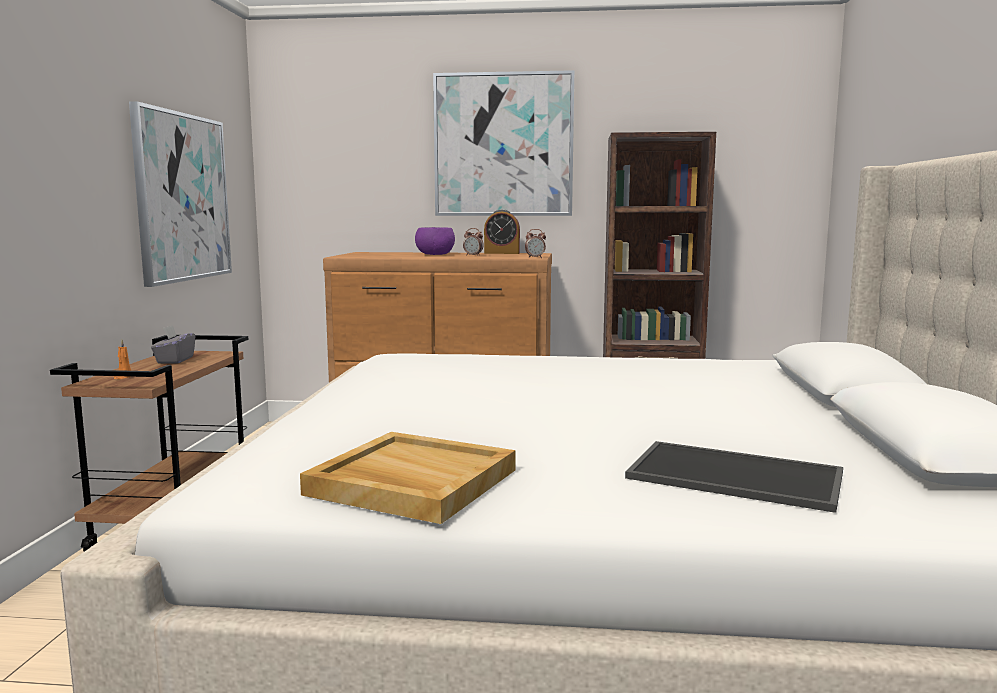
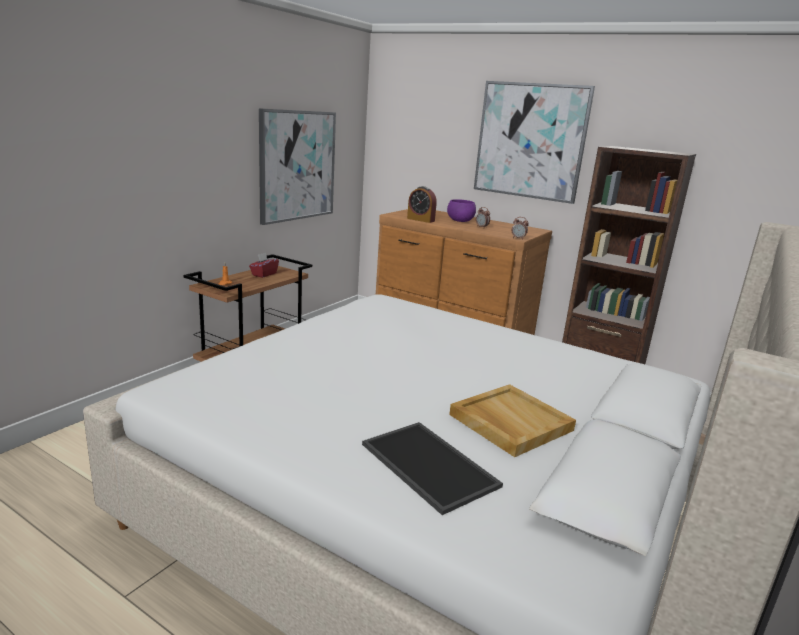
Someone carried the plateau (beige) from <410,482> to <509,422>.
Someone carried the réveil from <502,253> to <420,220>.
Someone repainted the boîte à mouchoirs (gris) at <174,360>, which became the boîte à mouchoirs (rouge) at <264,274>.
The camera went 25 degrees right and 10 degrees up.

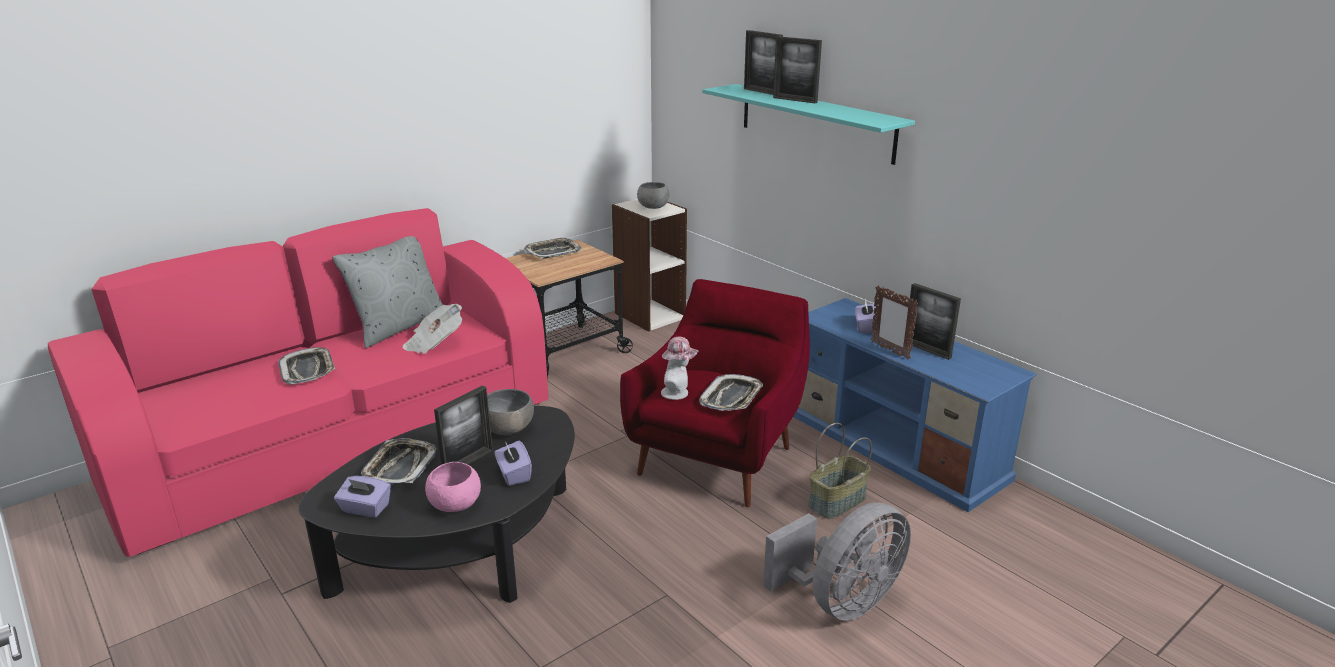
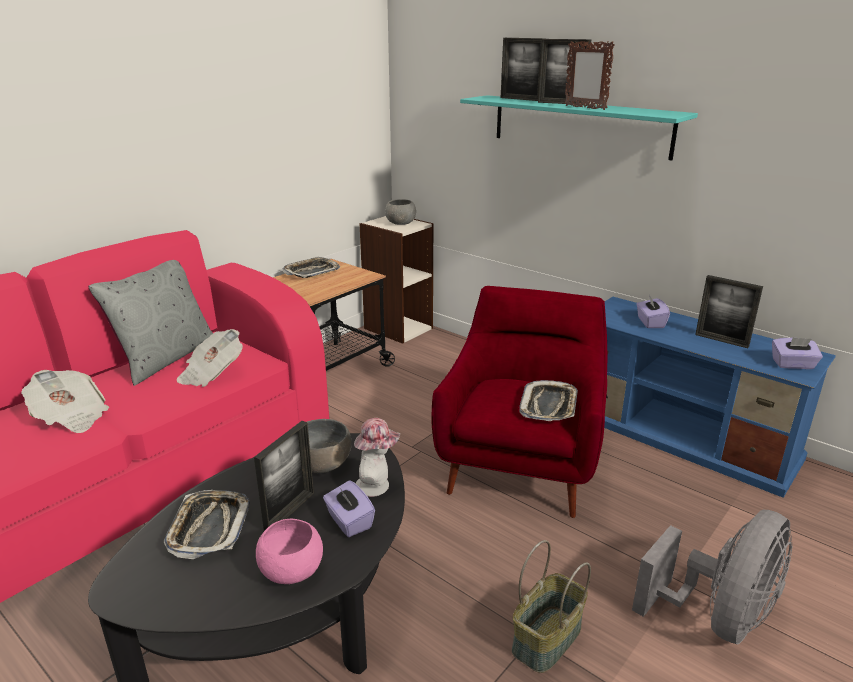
Someone carried the boîte à mouchoirs (violet) from <365,509> to <793,364>.
Someone carried the chapeau from <678,393> to <377,485>.
Someone carried the panier from <837,502> to <547,640>.
Someone carried the cadre photo from <890,350> to <584,108>.
Someone swapped the plateau at <308,370> for the journal at <71,417>.
The camera went 10 degrees left and 0 degrees up.

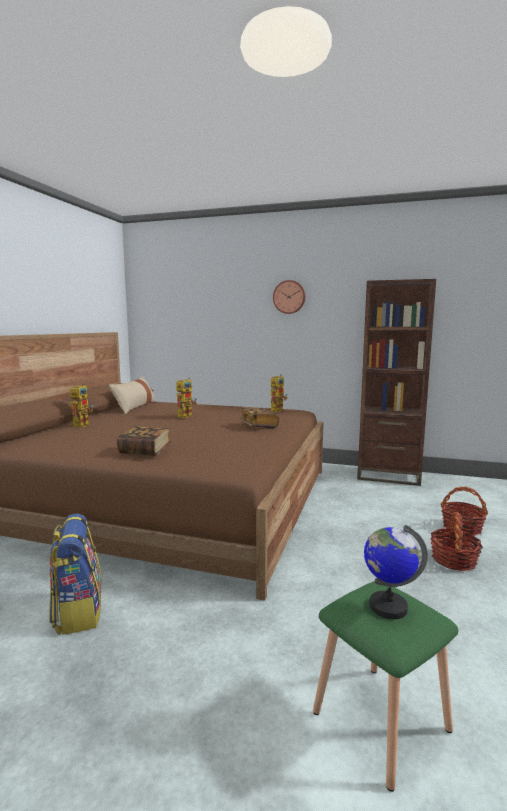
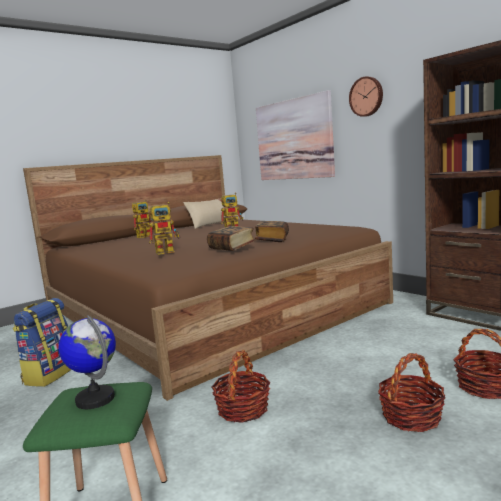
Someone put down the panier at <243,409>.
Someone put up the tableau at <294,139>.
Someone carried the livre from <145,451> to <232,248>.
Someone carried the robot jouet from <277,410> to <169,251>.
The camera went 35 degrees right and 0 degrees up.

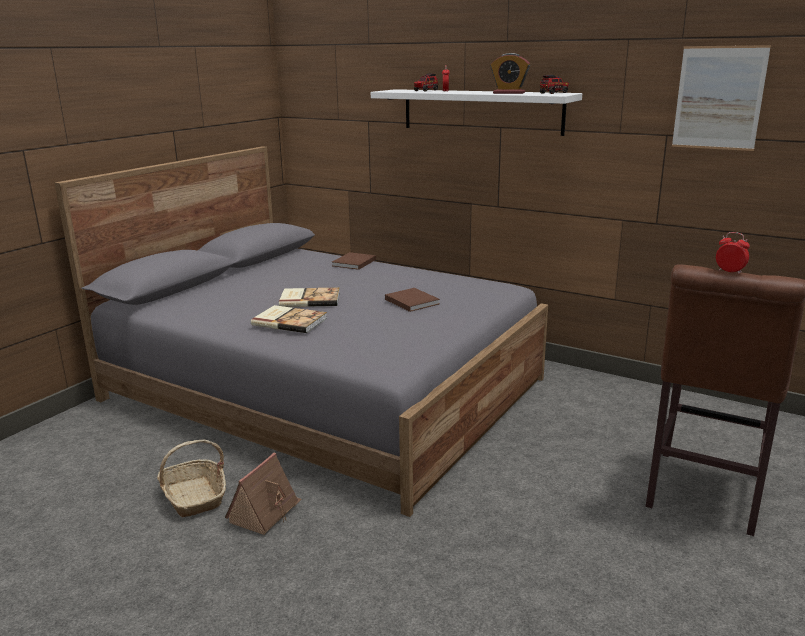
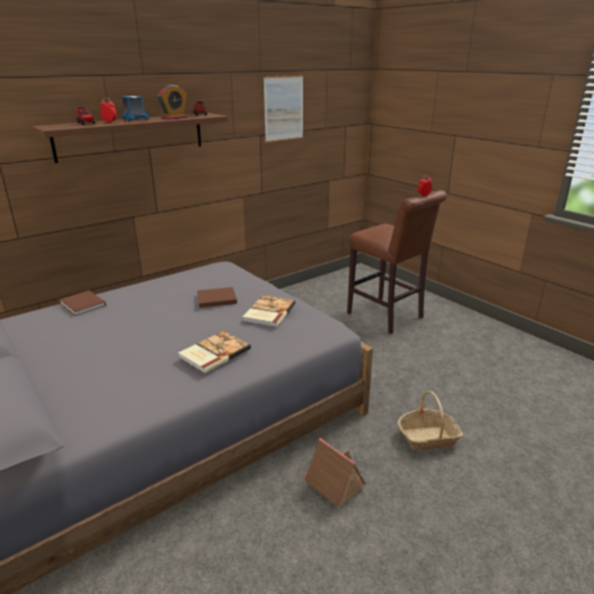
Someone put down the camion jouet at <135,120>.
Someone carried the panier from <194,497> to <428,438>.
Someone carried the livre from <309,299> to <268,312>.
Someone repainted the étagère (blanc) at <481,111>, which became the étagère (marron) at <131,136>.
The camera went 70 degrees left and 5 degrees up.

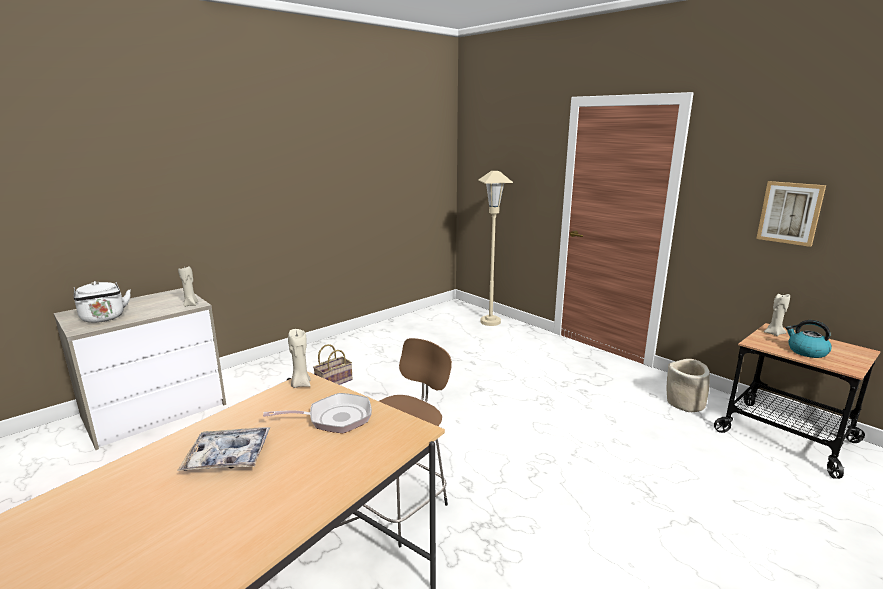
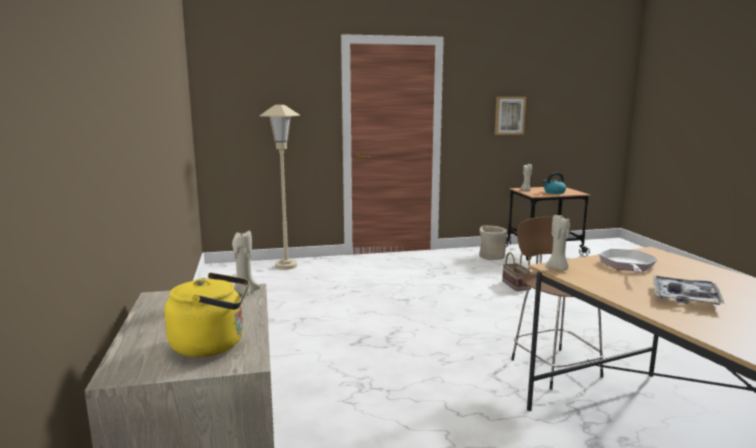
Someone carried the panier from <334,381> to <515,285>.
Someone repainted the bouilloire (blanc) at <104,318>, which became the bouilloire (jaune) at <213,345>.
The camera went 60 degrees left and 5 degrees down.

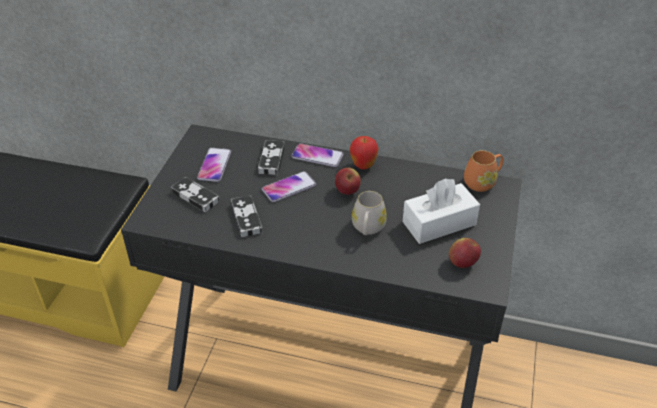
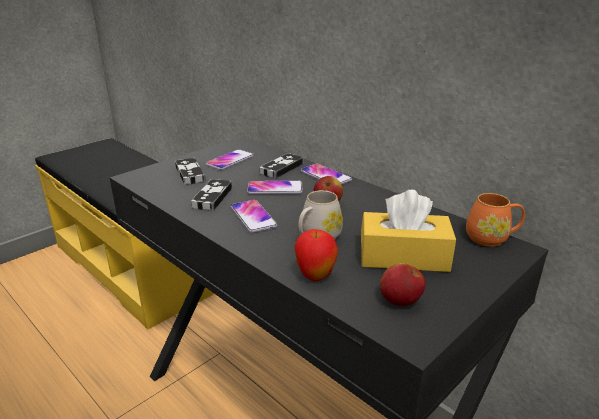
Someone put down the téléphone at <253,217>.
Someone carried the pomme from <363,166> to <315,276>.
Someone repainted the boîte à mouchoirs (blanc) at <439,223>, which became the boîte à mouchoirs (jaune) at <403,257>.
The camera went 30 degrees right and 15 degrees down.

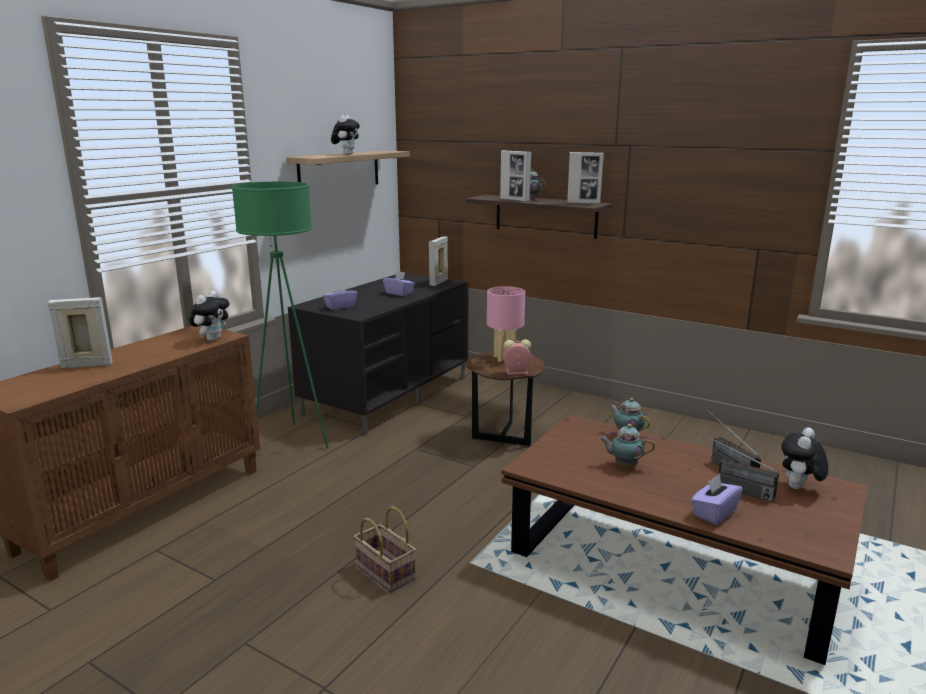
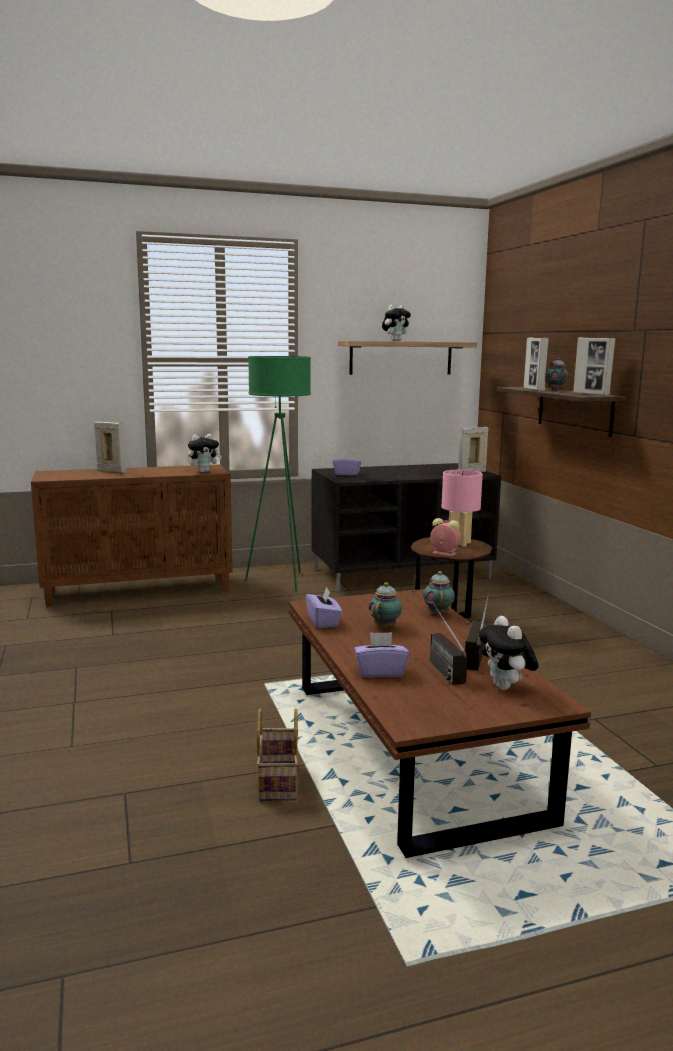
Someone carried the panier from <383,572> to <277,780>.
Someone carried the boîte à mouchoirs (violet) from <399,293> to <323,622>.
Someone rotated the théière at <624,465> by 60 degrees clockwise.
Someone rotated the peluche at <799,488> by 90 degrees counterclockwise.
The camera went 40 degrees right and 5 degrees down.

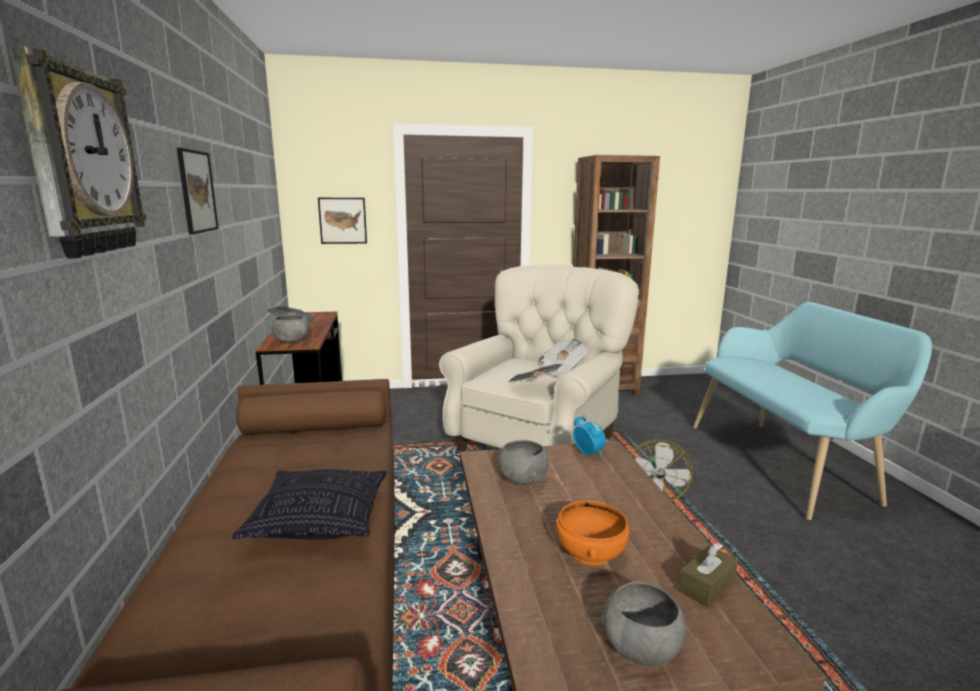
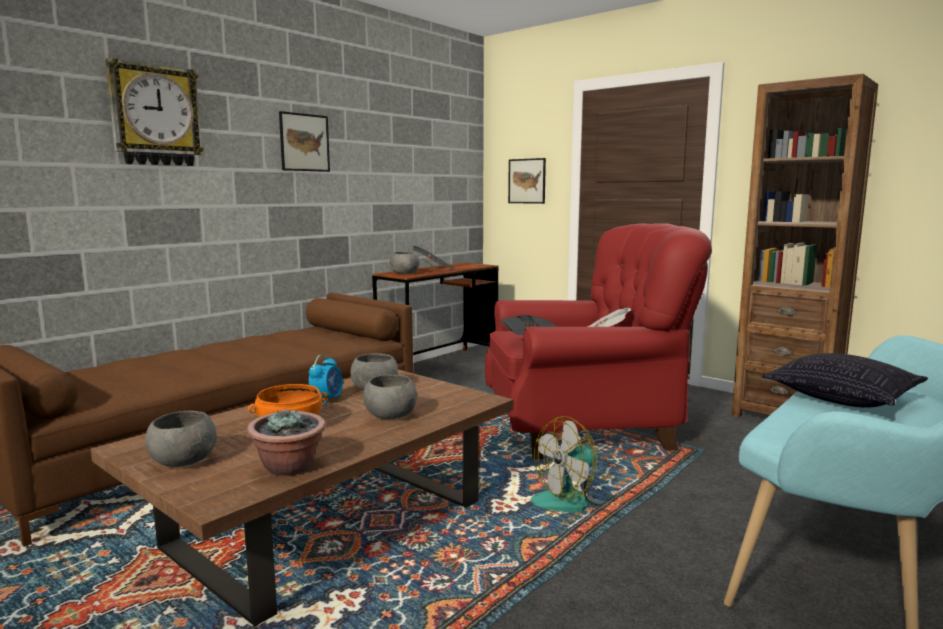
Someone put down the bol (gris) at <390,415>.
Someone carried the coussin from <320,520> to <842,398>.
Someone carried the réveil from <588,453> to <327,400>.
Someone swapped the boîte à mouchoirs (marron) at <706,585> for the plante en pot at <289,468>.
Someone repainted the fauteuil (beige) at <539,442>, which became the fauteuil (rouge) at <587,427>.
The camera went 50 degrees right and 5 degrees down.

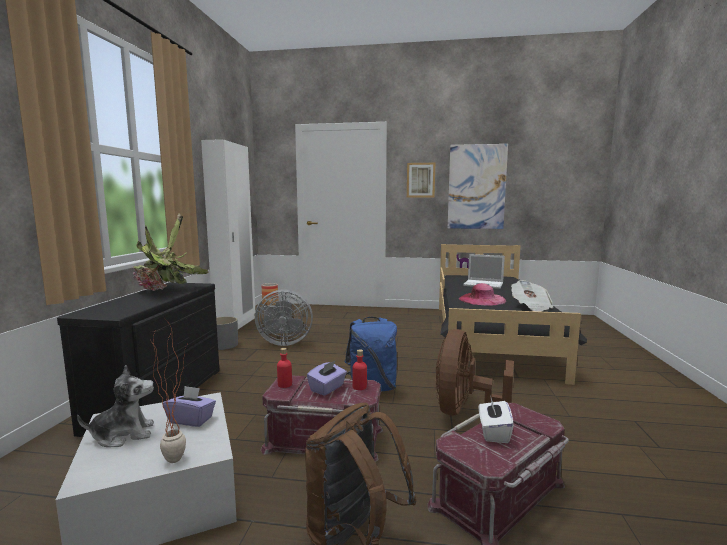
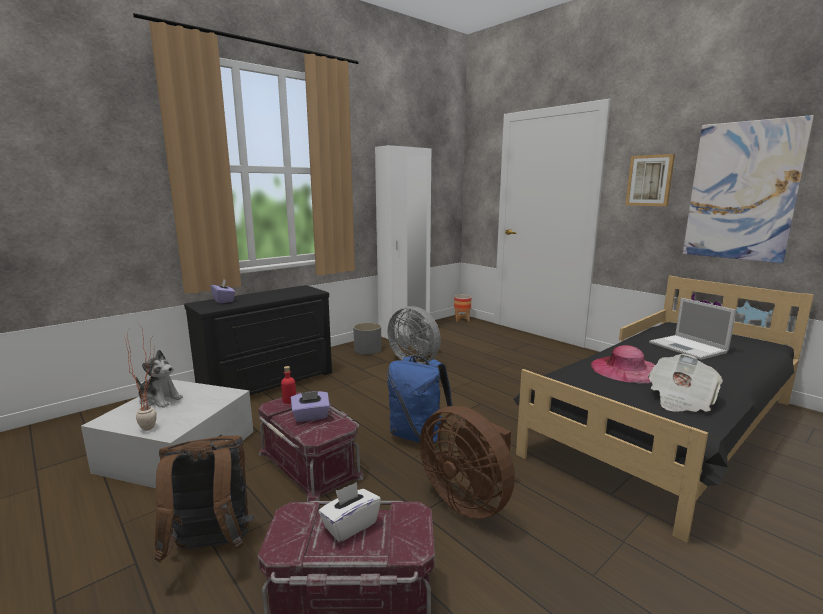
Someone took away the plante en pot at <168,290>.
Someone took away the bouteille (rouge) at <359,387>.
Someone carried the boîte à mouchoirs (violet) from <191,420> to <224,300>.
Someone rotated the ventilateur (marron) at <464,411> by 105 degrees counterclockwise.
The camera went 40 degrees right and 5 degrees up.

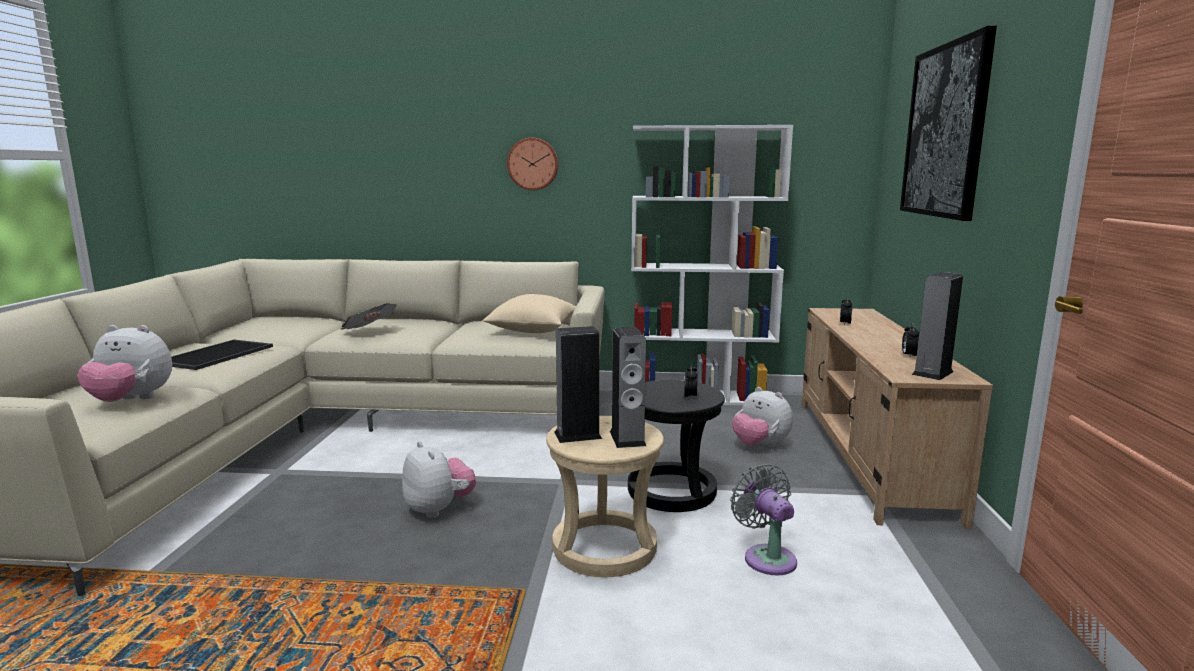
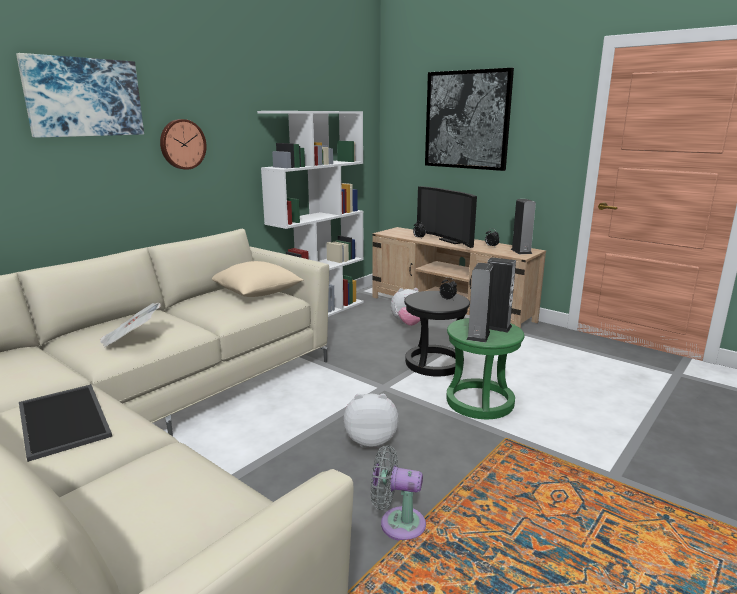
Someone took away the peluche at <131,401>.
Someone put up the tableau at <84,97>.
Someone put down the téléviseur at <452,241>.
Someone carried the ventilateur (gris) from <767,557> to <397,523>.
Someone repainted the tabouret (beige) at <605,548>, which became the tabouret (vert) at <480,402>.
The camera went 55 degrees left and 5 degrees up.

